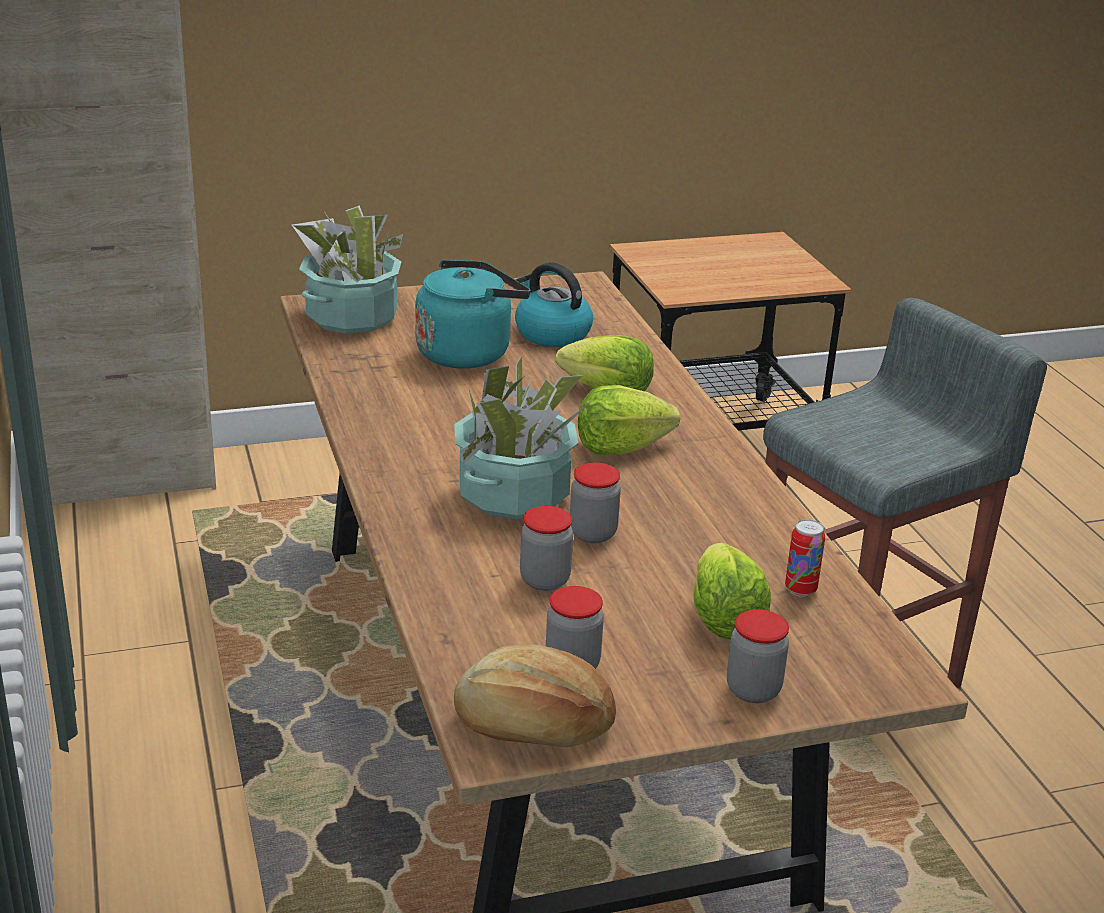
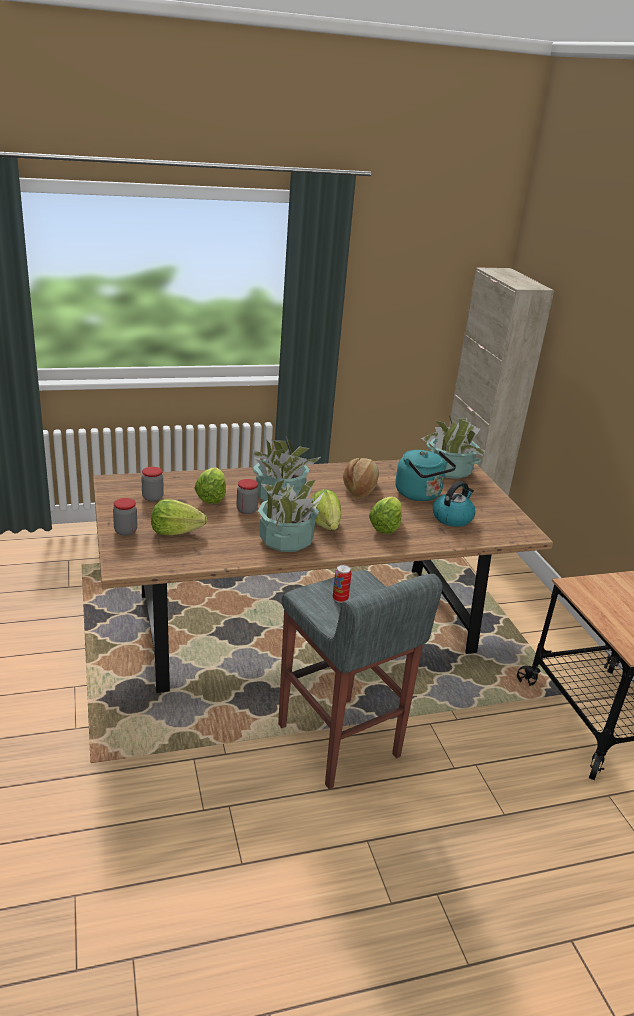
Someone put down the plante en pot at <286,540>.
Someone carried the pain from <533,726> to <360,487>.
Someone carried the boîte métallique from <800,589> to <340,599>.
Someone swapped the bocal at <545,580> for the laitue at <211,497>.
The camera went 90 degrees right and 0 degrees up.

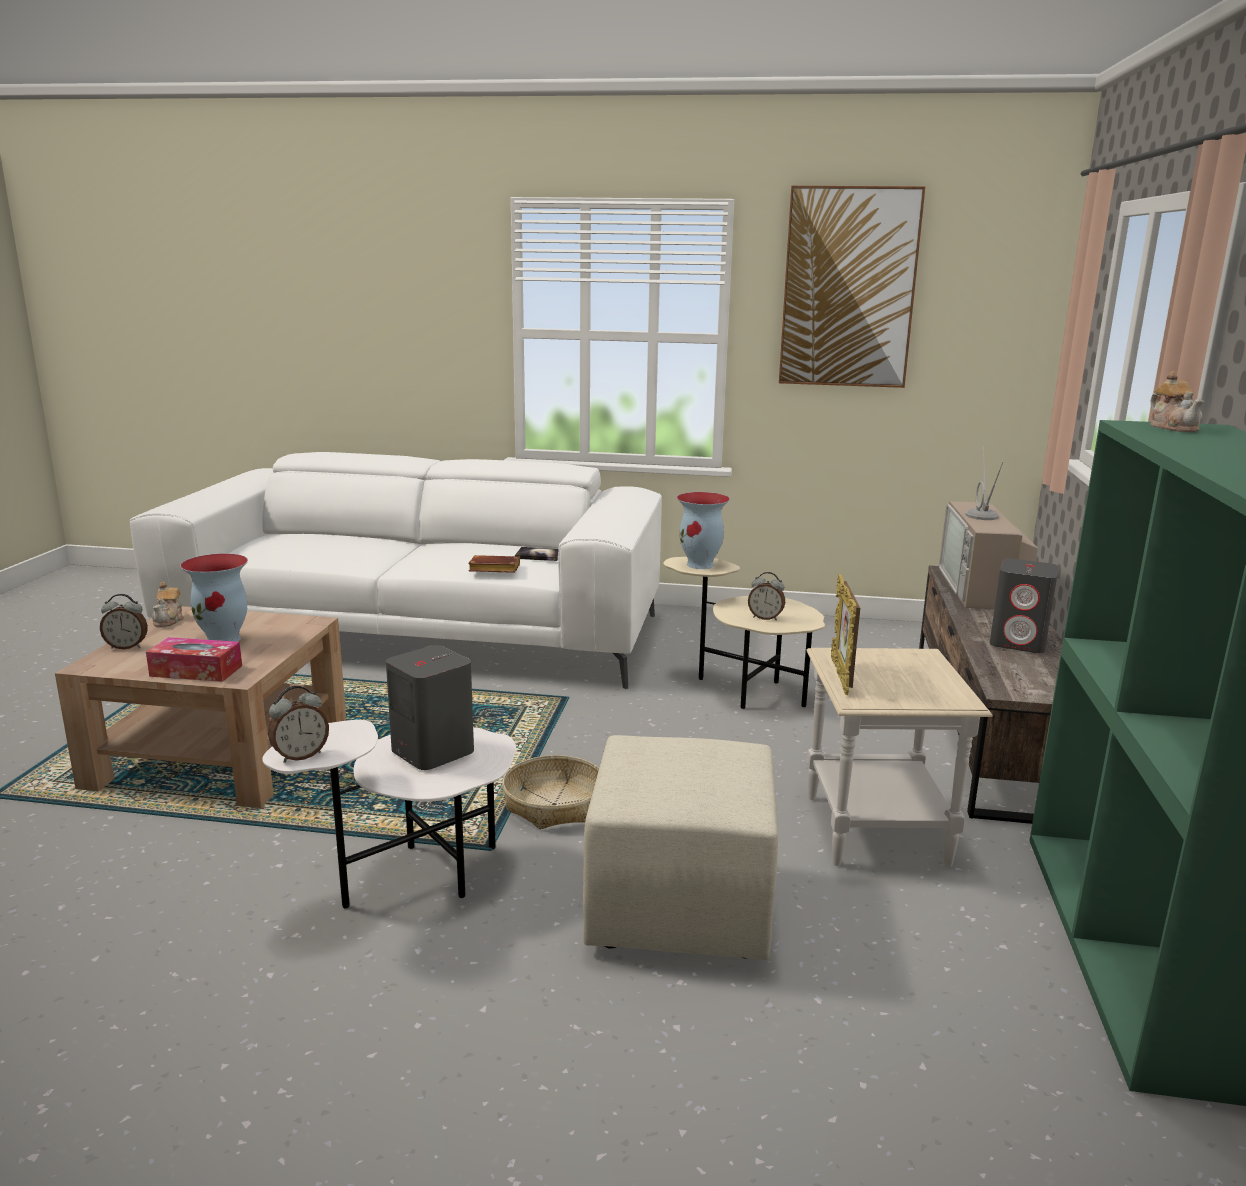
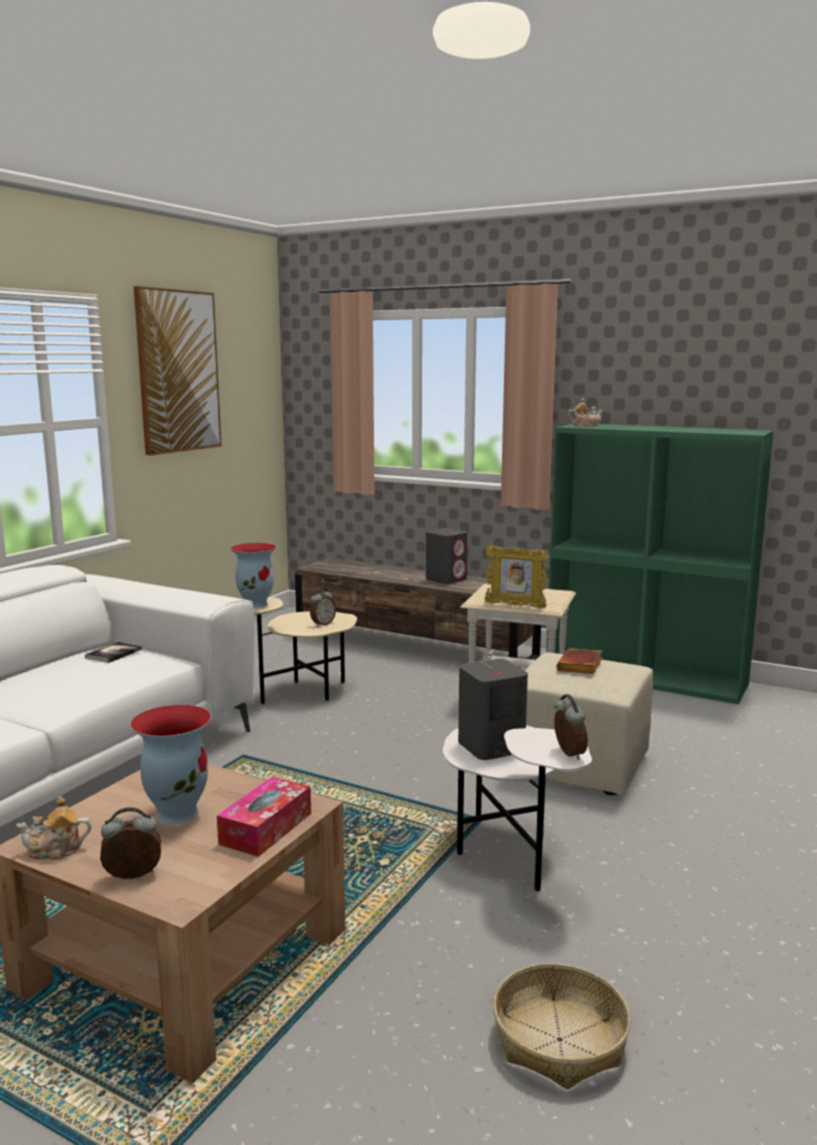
Someone took away the téléviseur at <982,589>.
Someone carried the livre (marron) from <493,569> to <581,667>.
Someone carried the panier from <553,805> to <559,1040>.
Someone rotated the réveil at <127,647> by 120 degrees counterclockwise.
Someone rotated the théière at <169,620> by 150 degrees clockwise.
The camera went 70 degrees left and 5 degrees down.

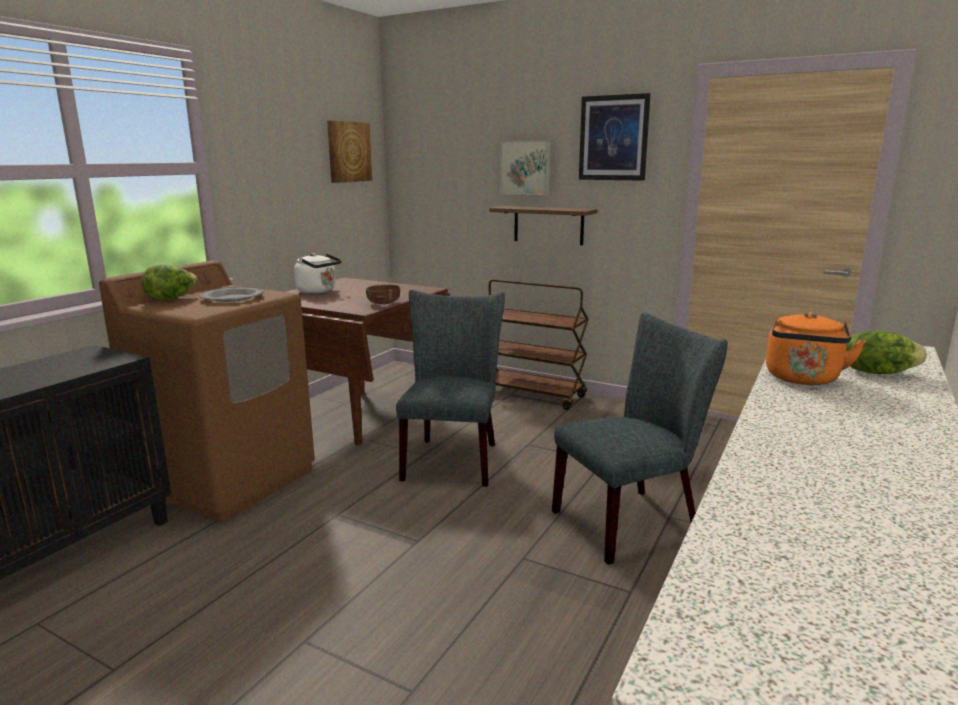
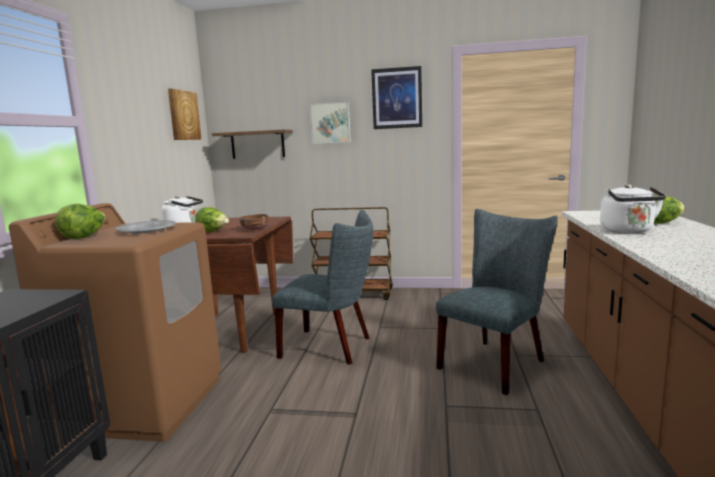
Someone put down the laitue at <213,231>.
Someone carried the étagère from <548,225> to <257,144>.
Someone repainted the bouilloire (orange) at <802,379>, which became the bouilloire (blanc) at <628,231>.
Someone rotated the chaise (gris) at <453,458> by 120 degrees clockwise.
The camera went 20 degrees left and 5 degrees down.

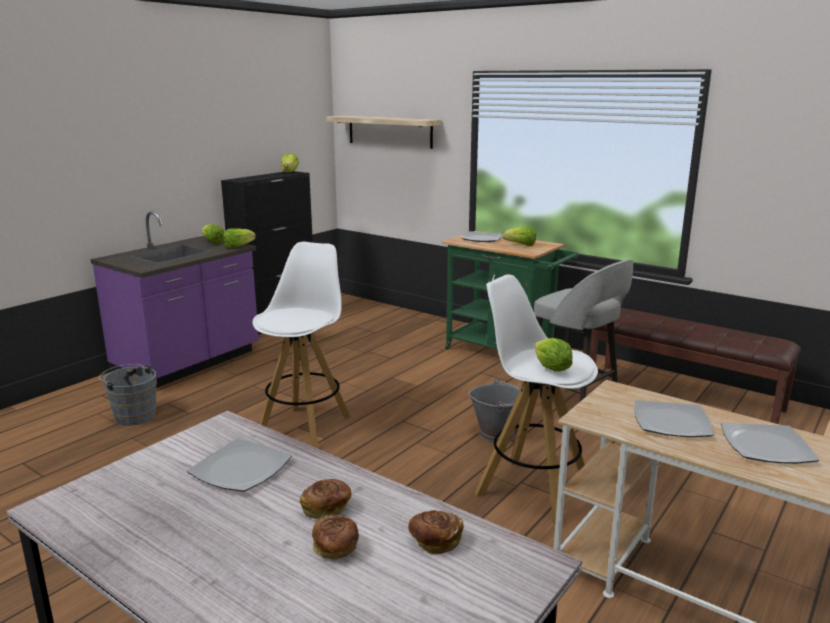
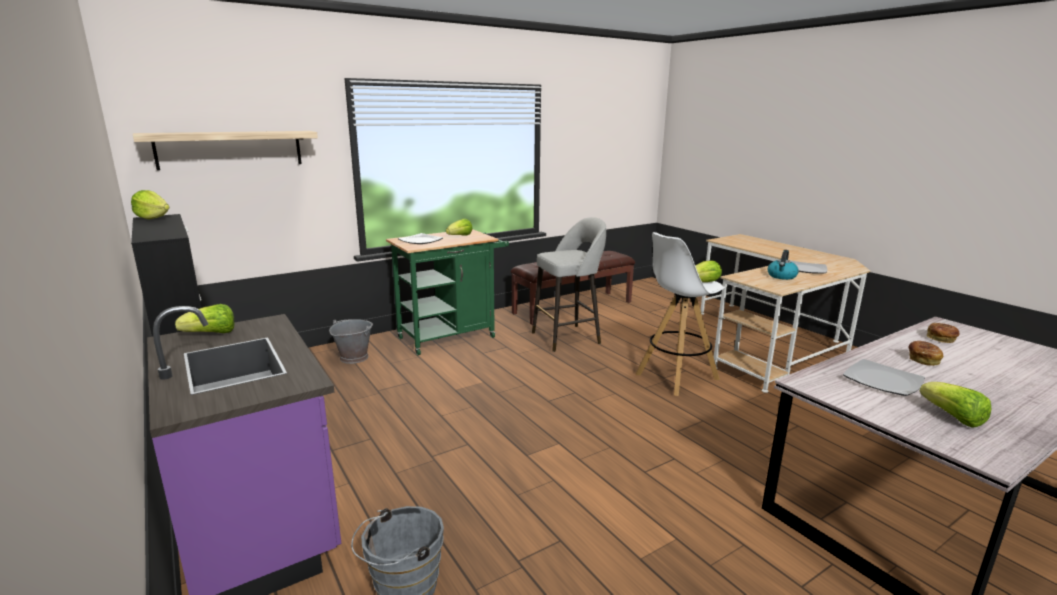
Someone took away the tabouret (blanc) at <305,427>.
Someone took away the pain at <335,548>.
Someone carried the laitue from <238,246> to <952,417>.
Someone carried the seau (gris) from <496,434> to <354,357>.
Someone swapped the assiette at <672,422> for the bouilloire at <781,276>.
The camera went 70 degrees left and 0 degrees up.

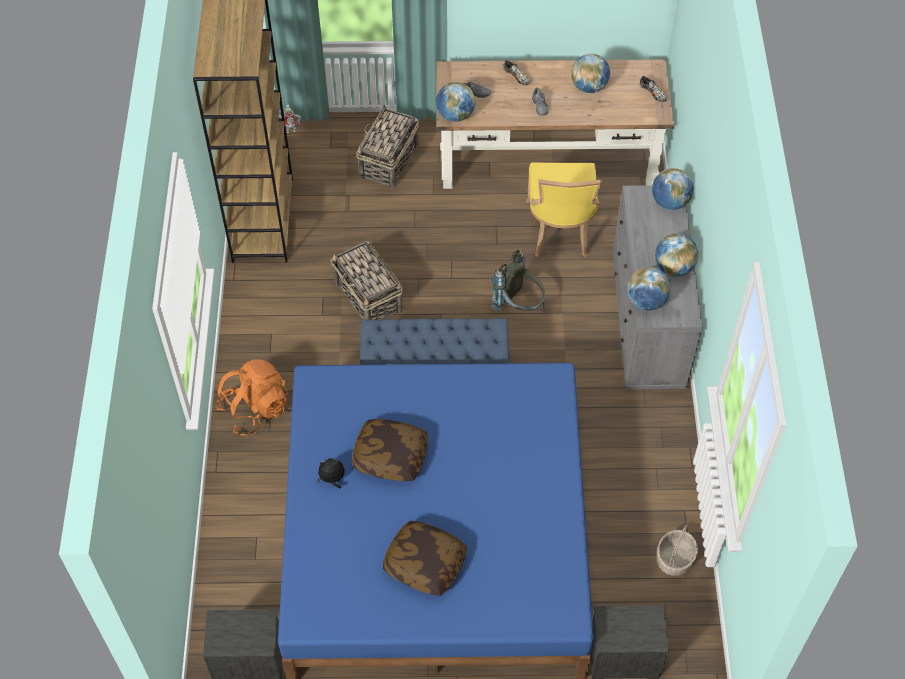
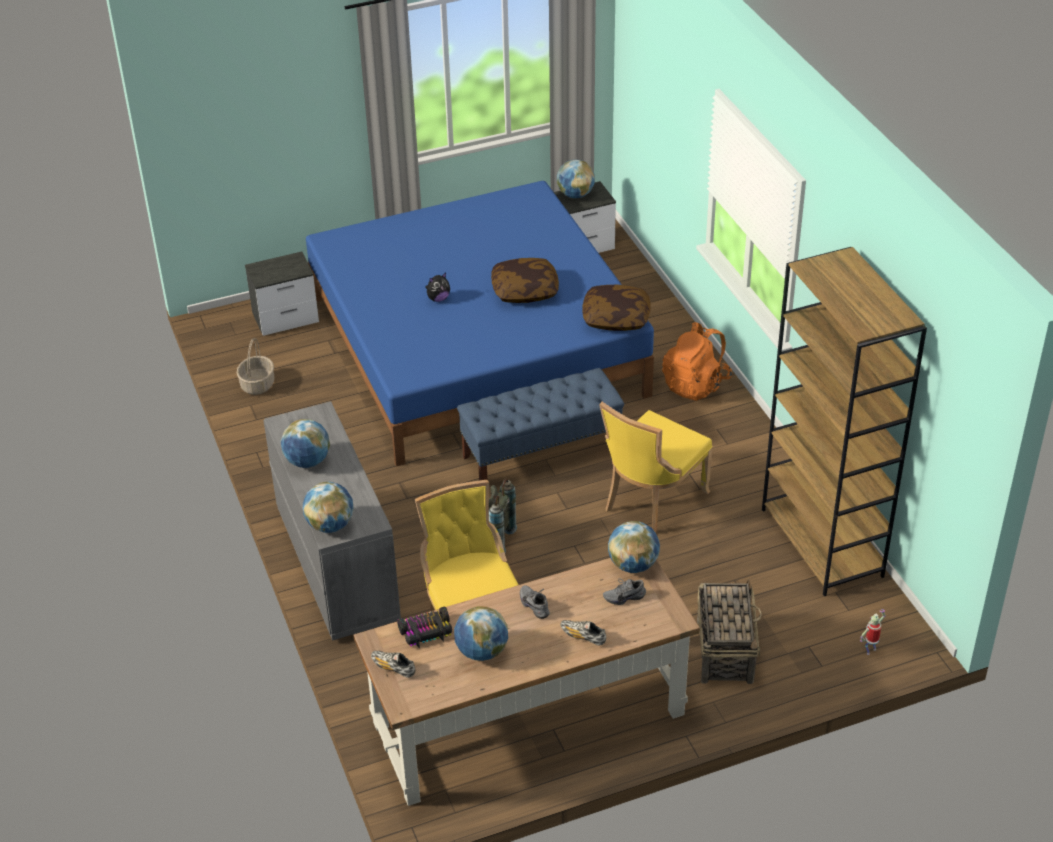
Someone put down the petite voiture at <426,632>.
Someone carried the peluche from <332,479> to <438,299>.
Someone carried the coussin from <425,564> to <616,318>.
Someone carried the globe from <646,301> to <575,195>.
Someone swapped the panier at <368,298> for the chaise (jaune) at <651,501>.
The camera went 160 degrees right and 15 degrees down.

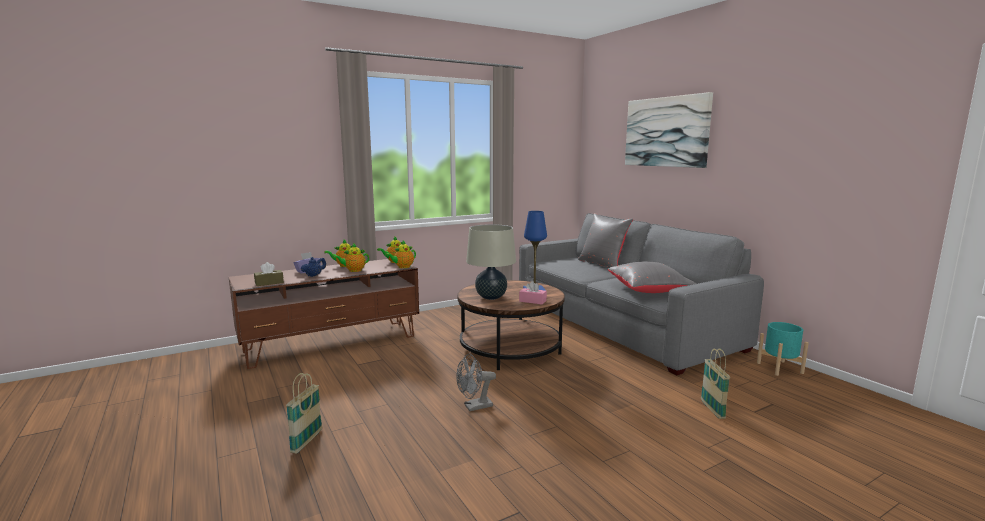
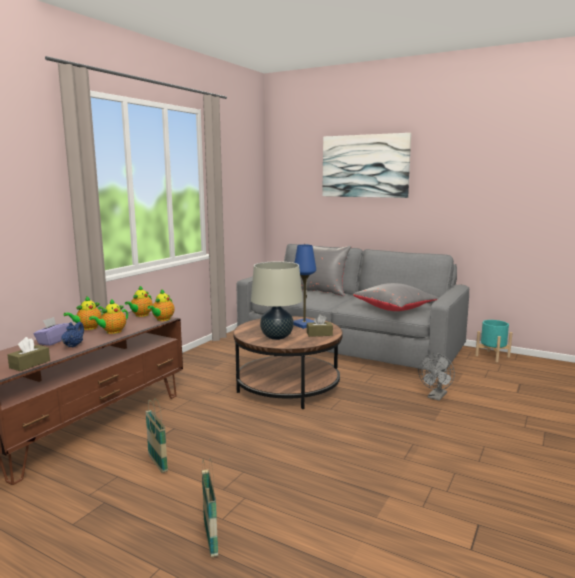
Someone carried the ventilateur (gris) from <474,407> to <436,397>.
Someone carried the panier from <712,409> to <157,463>.
Someone repainted the boîte à mouchoirs (rose) at <532,301>, which became the boîte à mouchoirs (marron) at <319,334>.
The camera went 30 degrees left and 0 degrees up.

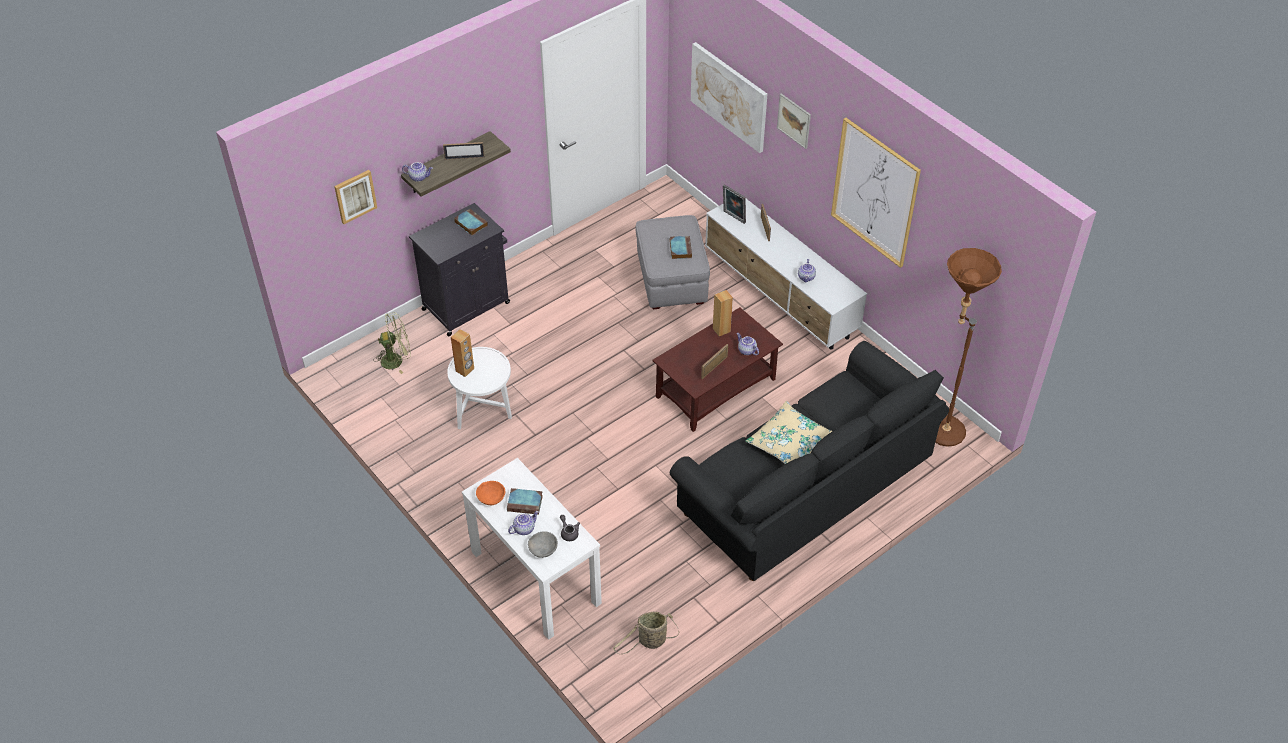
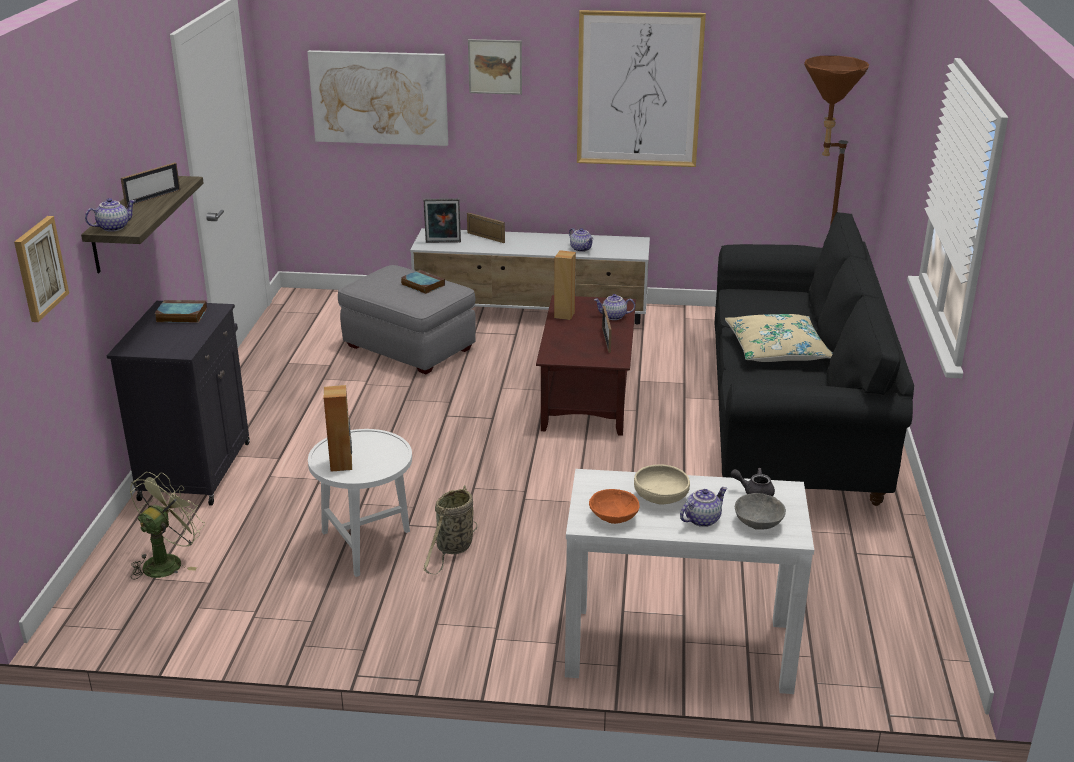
Someone carried the panier from <650,641> to <453,548>.
Someone swapped the livre at <525,503> for the bol (beige) at <660,498>.
Someone rotated the théière at <524,528> by 45 degrees clockwise.
The camera went 45 degrees left and 20 degrees down.

